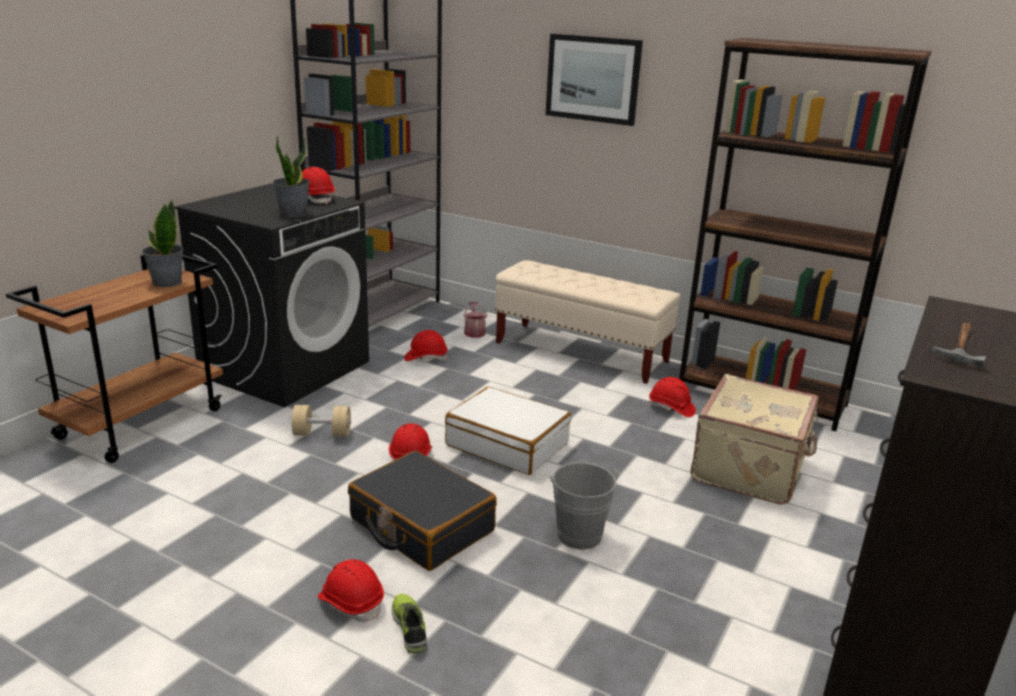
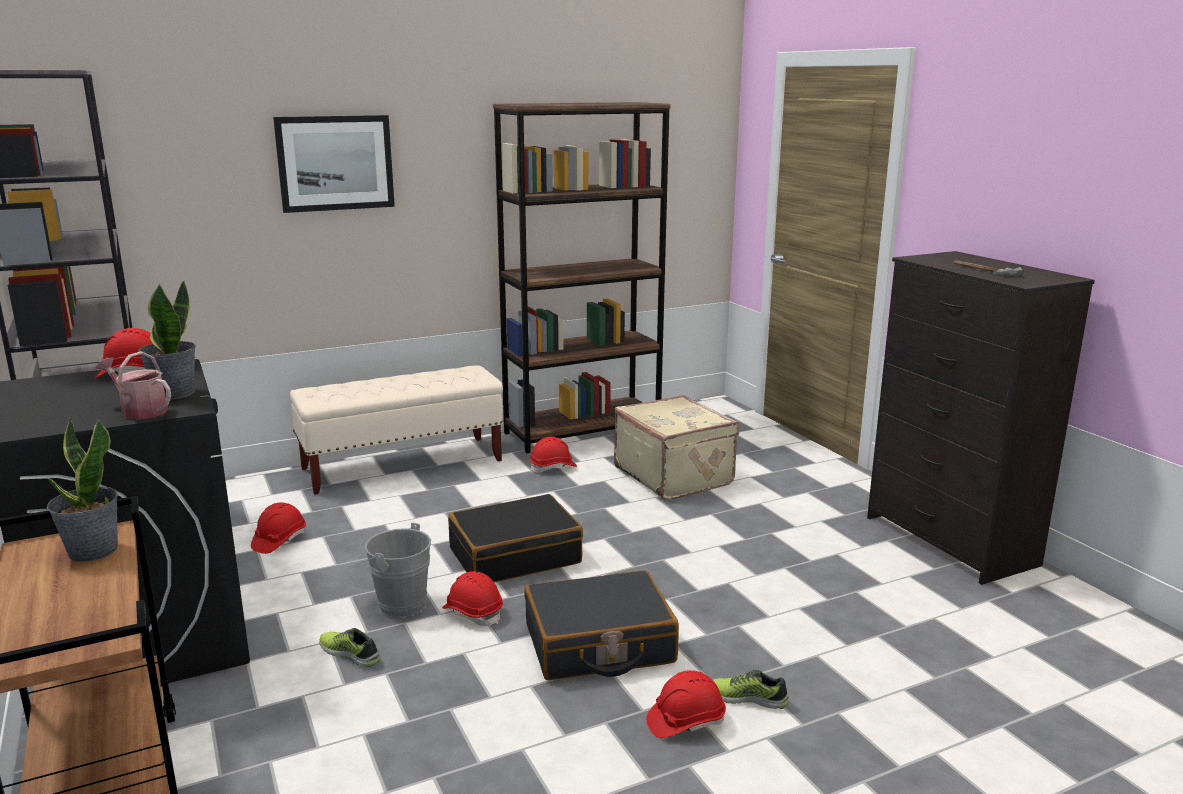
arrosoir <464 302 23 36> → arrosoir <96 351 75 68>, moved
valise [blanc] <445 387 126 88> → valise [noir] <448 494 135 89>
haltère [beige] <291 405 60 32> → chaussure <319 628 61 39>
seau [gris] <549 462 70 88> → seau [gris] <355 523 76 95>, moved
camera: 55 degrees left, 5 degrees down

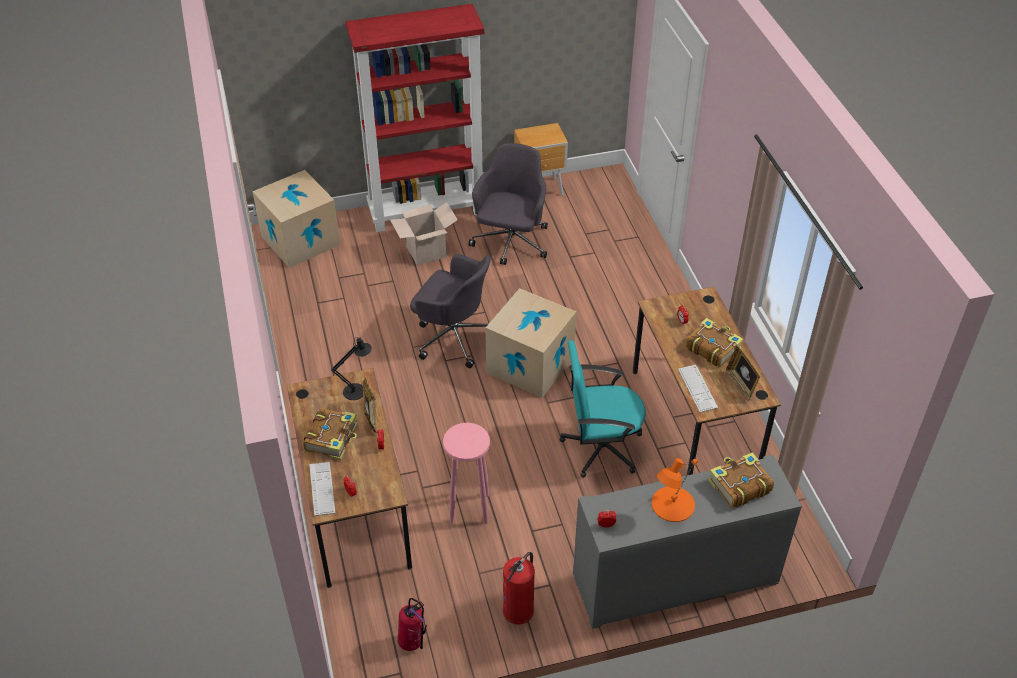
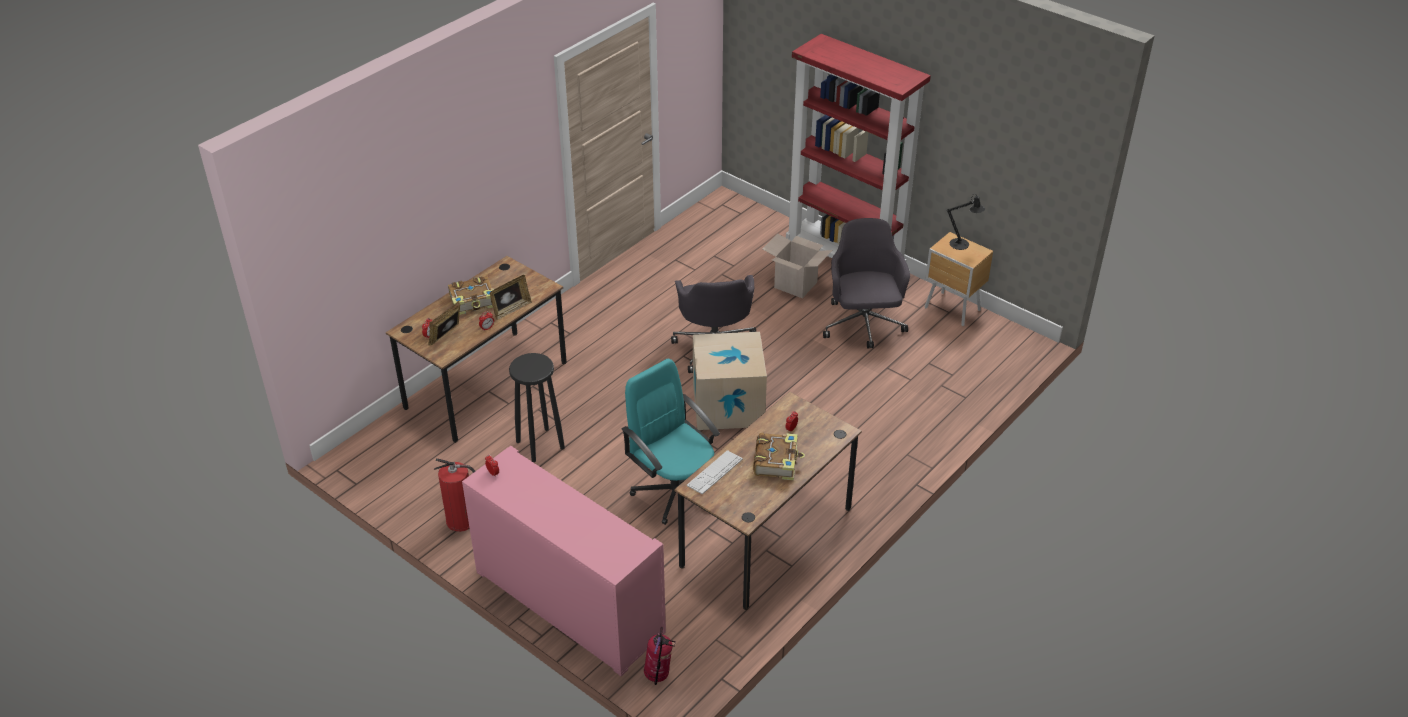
chaise de bureau [gris] <468 143 80 122> → chaise de bureau [gris] <823 218 87 130>, 75 degrees counterclockwise
carton <252 170 88 98> → -
lampe de table [noir] <331 337 41 63> → lampe de table [noir] <947 193 38 57>, moved
cadre photo <726 346 34 56> → cadre photo <428 300 32 45>, moved
tabouret [rose] <443 423 47 101> → tabouret [noir] <509 353 56 109>
livre <708 452 66 56> → -
meuble de rangement [gris] <573 454 229 175> → meuble de rangement [rose] <462 446 204 230>
lampe de table [orange] <652 458 46 64> → -
clavier <309 462 27 54> → -
extincteur <398 598 29 53> → extincteur <644 626 32 59>, moved
camera: 55 degrees right, 5 degrees down

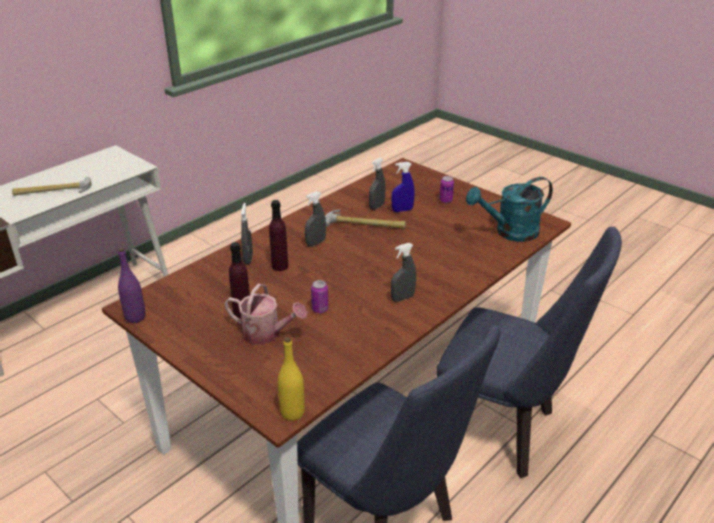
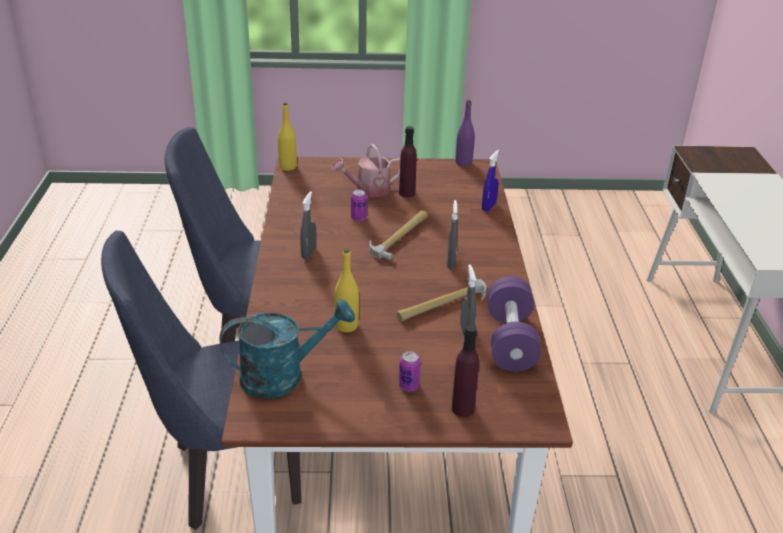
vaporisateur [bleu] <391 162 24 50> → vaporisateur [bleu] <482 150 17 62>, moved
marteau <12 177 80 19> → marteau <369 211 59 49>, moved
arrosoir [turquoise] <466 177 87 65> → arrosoir [turquoise] <219 299 136 100>, 45 degrees clockwise
bouteille [violet] <269 200 19 71> → bouteille [violet] <452 325 27 92>, moved
vaporisateur [gris] <241 203 12 61> → -
- → bouteille [jaune] <335 248 24 84>
- → haltère [violet] <487 276 54 96>
camera: 135 degrees right, 0 degrees up

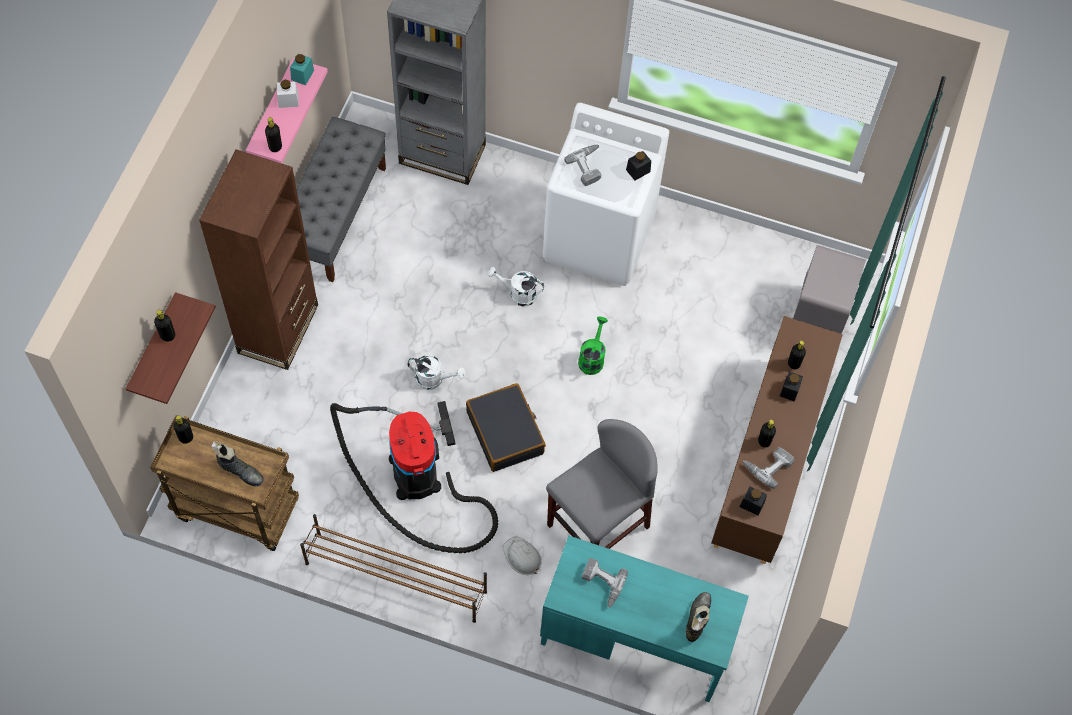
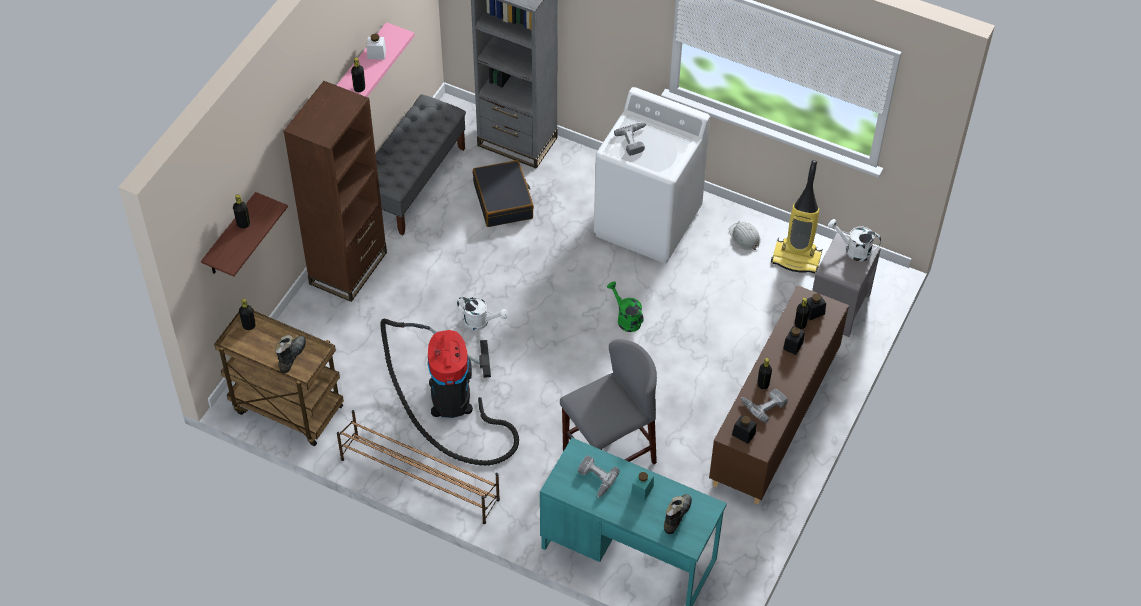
bocal [turquoise] <290 54 24 31> → bocal [turquoise] <631 470 23 31>, moved
bocal [noir] <626 151 25 29> → bocal [noir] <807 294 19 26>, moved
arrosoir [blanc] <488 267 56 39> → arrosoir [blanc] <828 219 53 42>, moved
arrosoir [vert] <578 316 30 59> → arrosoir [vert] <607 281 37 51>, 60 degrees counterclockwise
valise [noir] <466 383 80 89> → valise [noir] <473 160 61 67>, moved
botte [noir] <211 441 53 45> → botte [noir] <275 335 31 38>, 105 degrees counterclockwise
casque de chantier [blanc] <502 536 40 39> → casque de chantier [blanc] <729 222 32 28>, moved
- → aspirateur <771 160 52 113>
camera: 10 degrees right, 10 degrees down

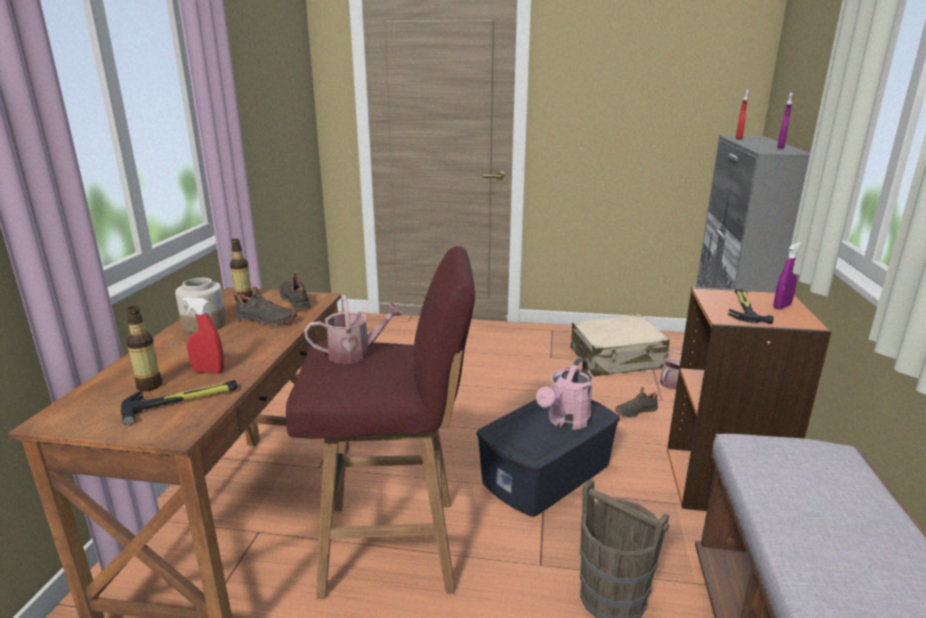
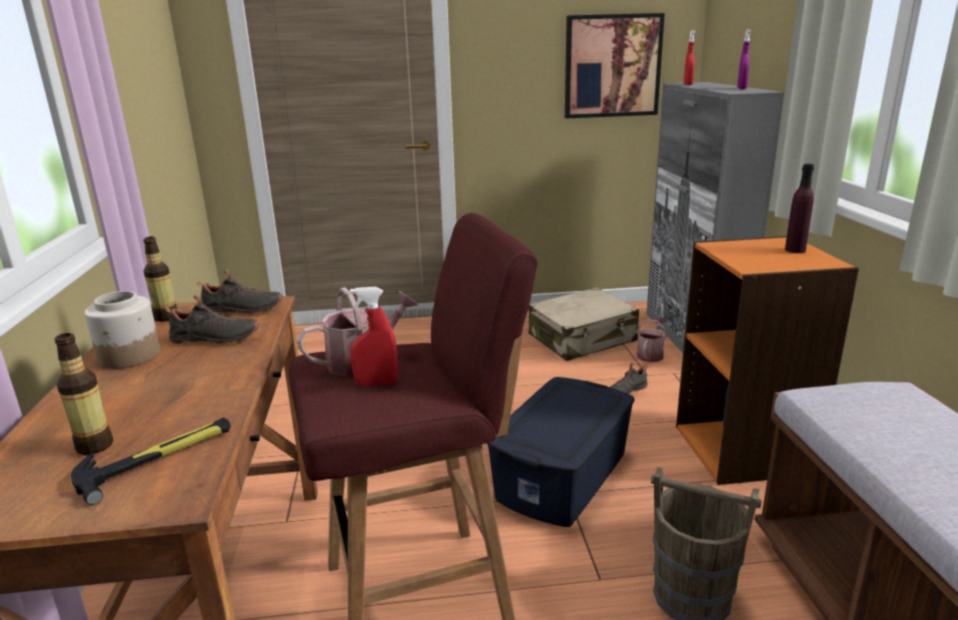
vaporisateur [violet] <773 242 29 67> → bouteille [violet] <785 164 29 89>
chaussure [noir] <280 271 31 40> → chaussure [noir] <197 269 86 46>, 135 degrees clockwise
marteau <728 289 46 35> → -
vaporisateur [rouge] <182 297 42 77> → vaporisateur [rouge] <350 287 48 99>, moved
arrosoir [rose] <536 357 57 73> → -
- → tableau <565 13 100 105>
camera: 15 degrees left, 0 degrees up

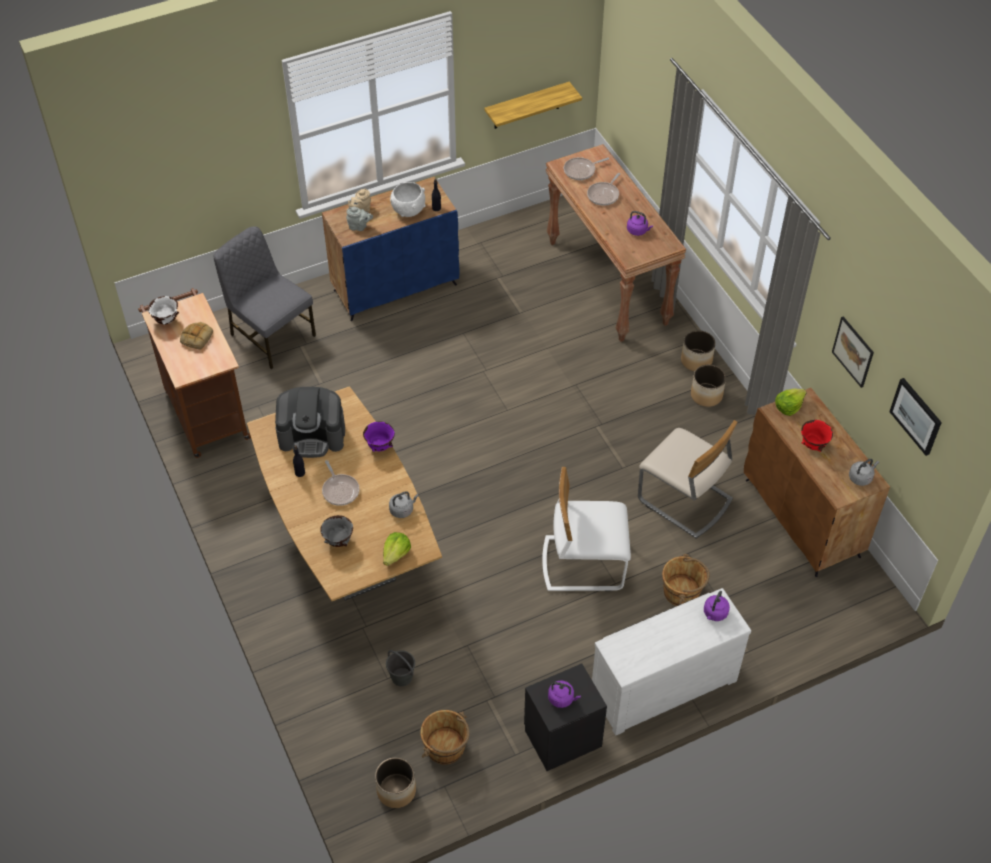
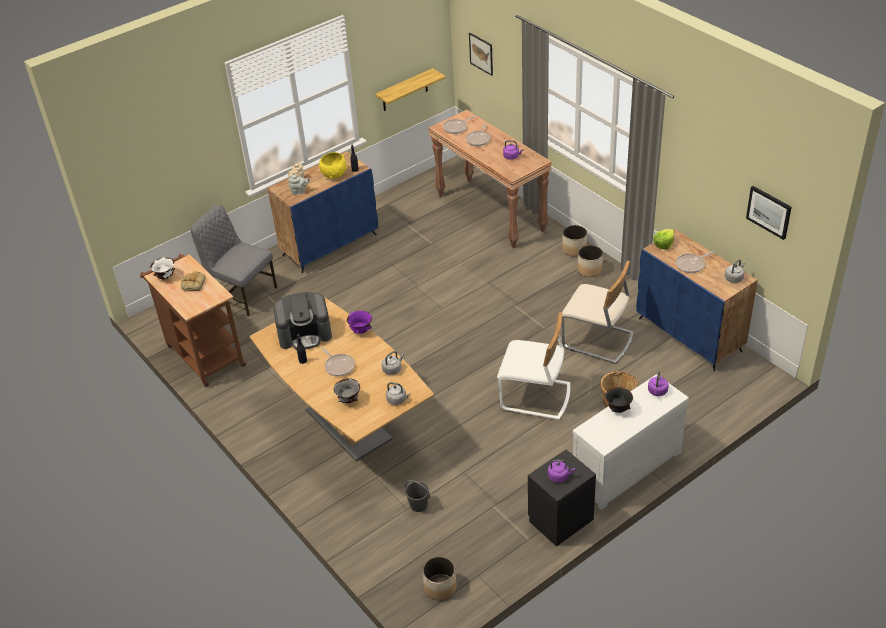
bol [blanc] <390 182 36 35> → bol [jaune] <319 152 28 27>
tableau <832 316 42 72> → tableau <469 33 24 43>, moved
meuble de rangement [marron] <744 388 146 189> → meuble de rangement [bleu] <636 230 121 141>
bol [rouge] <801 420 32 32> → poêle <676 251 38 22>
chaise [blanc] <542 467 89 124> → chaise [blanc] <497 312 73 108>, 150 degrees counterclockwise
laitue <383 532 28 34> → bouilloire [gris] <386 382 24 23>
seau [marron] <420 710 49 55> → -
- → bol [noir] <606 387 27 26>
camera: 10 degrees left, 10 degrees down

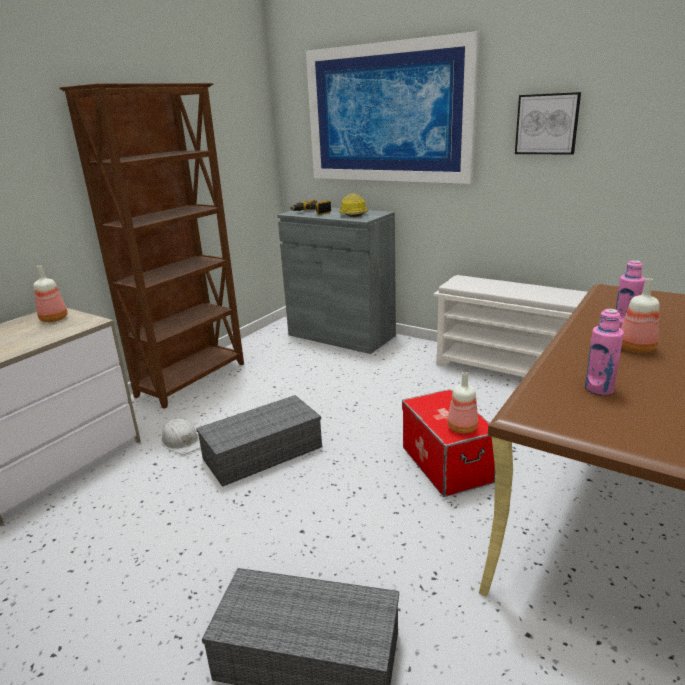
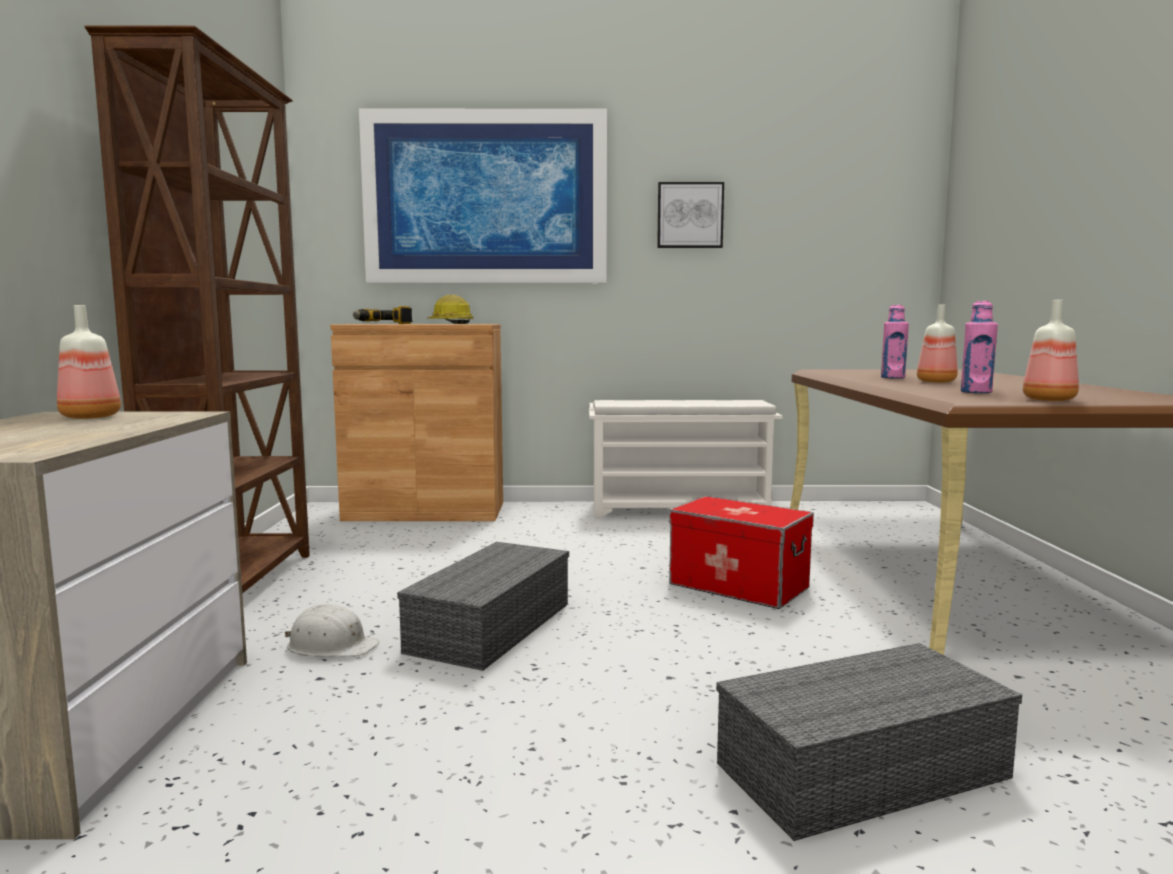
meuble de rangement [gris] <277 207 119 147> → meuble de rangement [marron] <330 324 173 197>
bouteille <447 372 31 61> → bouteille <1023 300 56 101>, moved
camera: 35 degrees left, 15 degrees down

